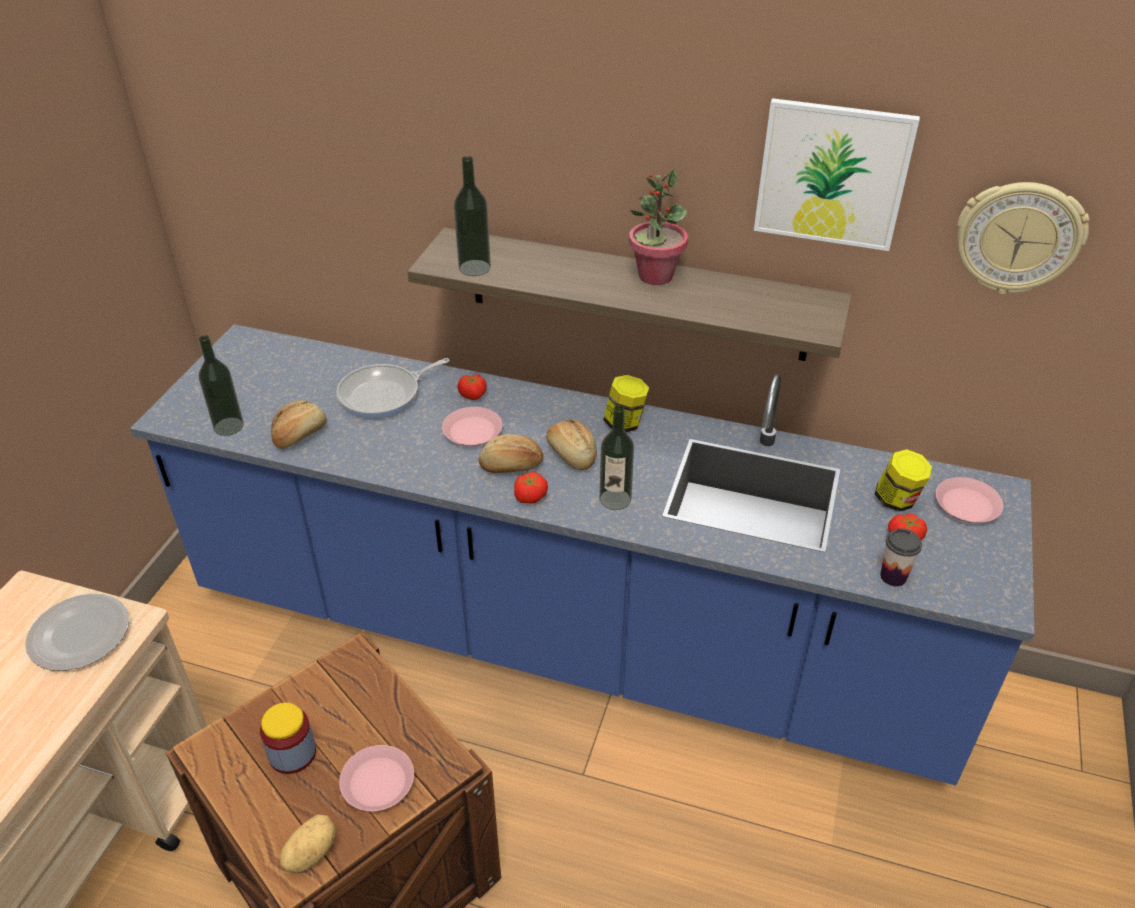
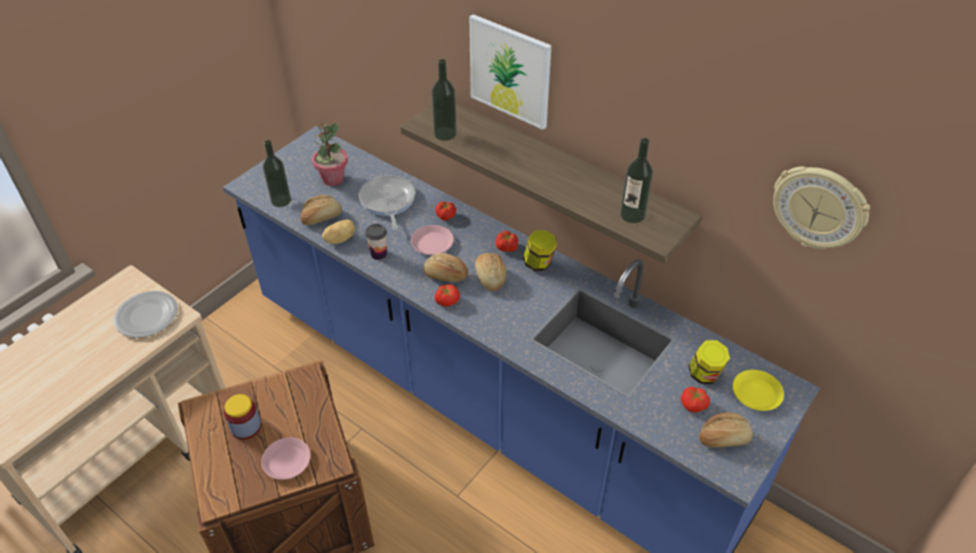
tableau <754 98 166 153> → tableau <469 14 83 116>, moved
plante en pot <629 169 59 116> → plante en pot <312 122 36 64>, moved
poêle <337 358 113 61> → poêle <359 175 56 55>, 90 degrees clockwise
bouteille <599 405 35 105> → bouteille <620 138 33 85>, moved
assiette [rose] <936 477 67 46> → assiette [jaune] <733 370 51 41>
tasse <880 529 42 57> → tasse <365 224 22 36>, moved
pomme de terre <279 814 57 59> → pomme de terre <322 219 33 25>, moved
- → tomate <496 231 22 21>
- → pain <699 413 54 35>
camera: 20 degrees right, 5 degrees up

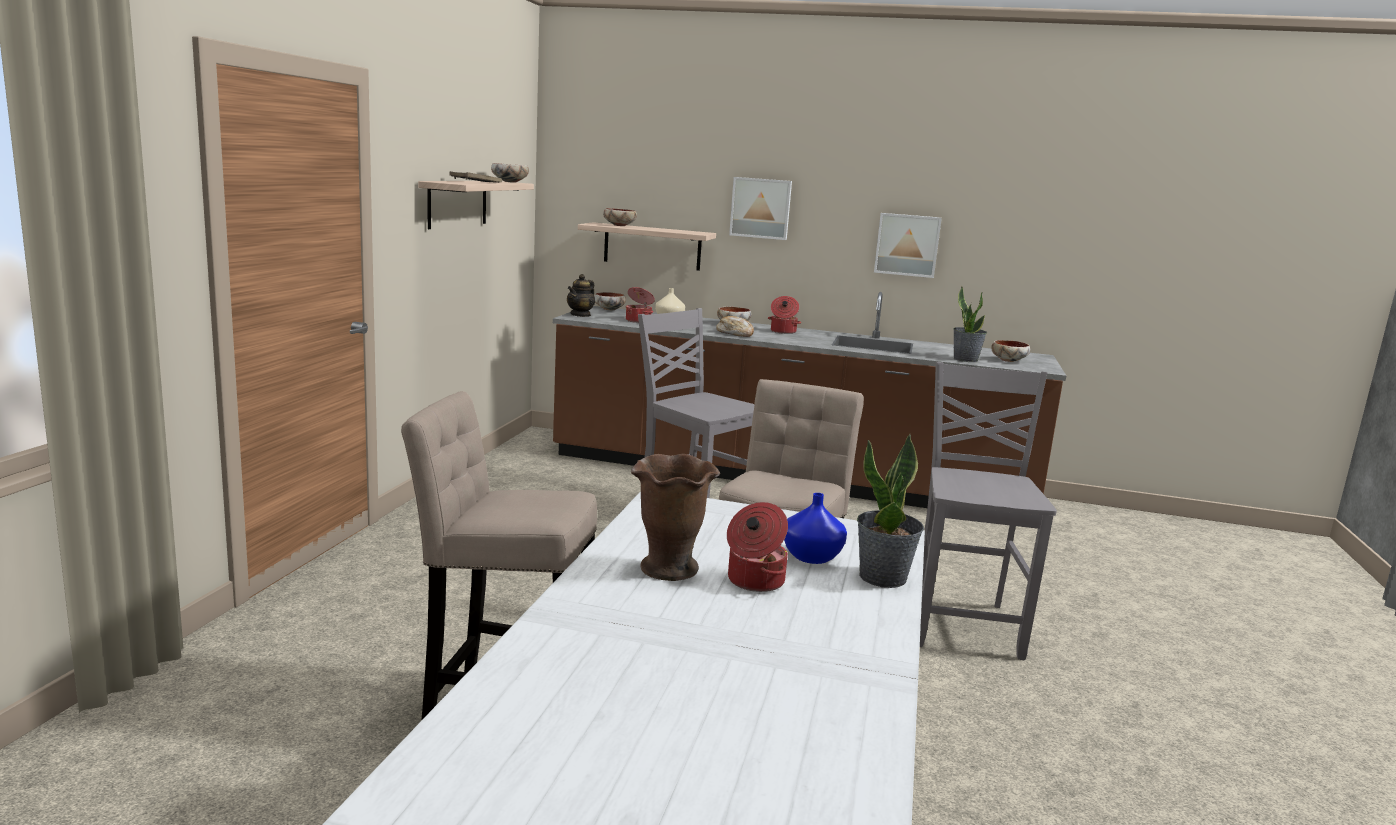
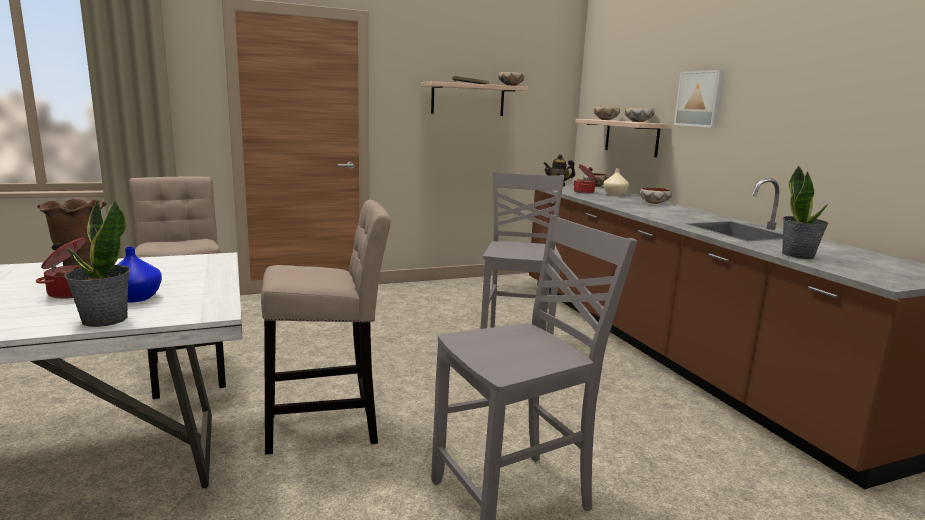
tableau <874 213 68 65> → -
marmite <768 296 33 38> → -
pain <716 316 38 21> → -
bol <991 340 39 22> → bol <625 108 30 14>, moved
camera: 55 degrees right, 0 degrees up

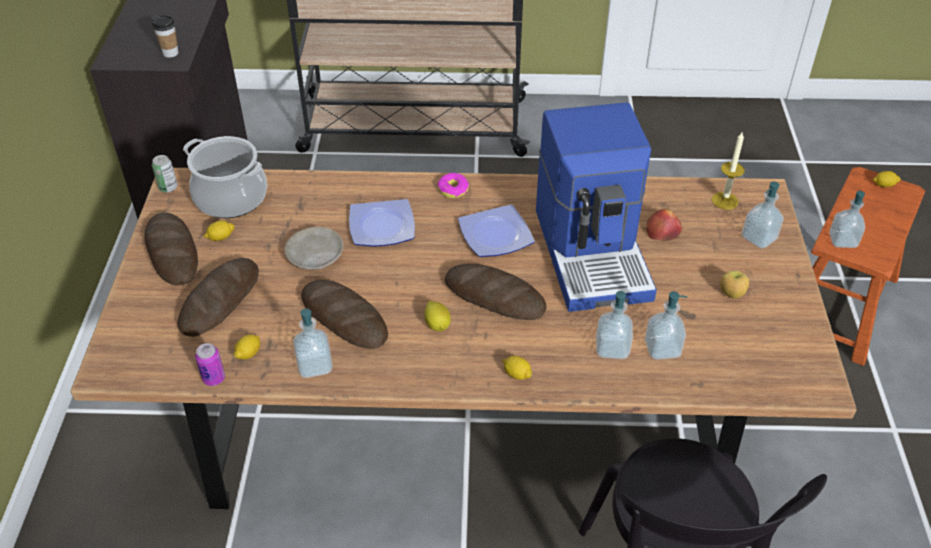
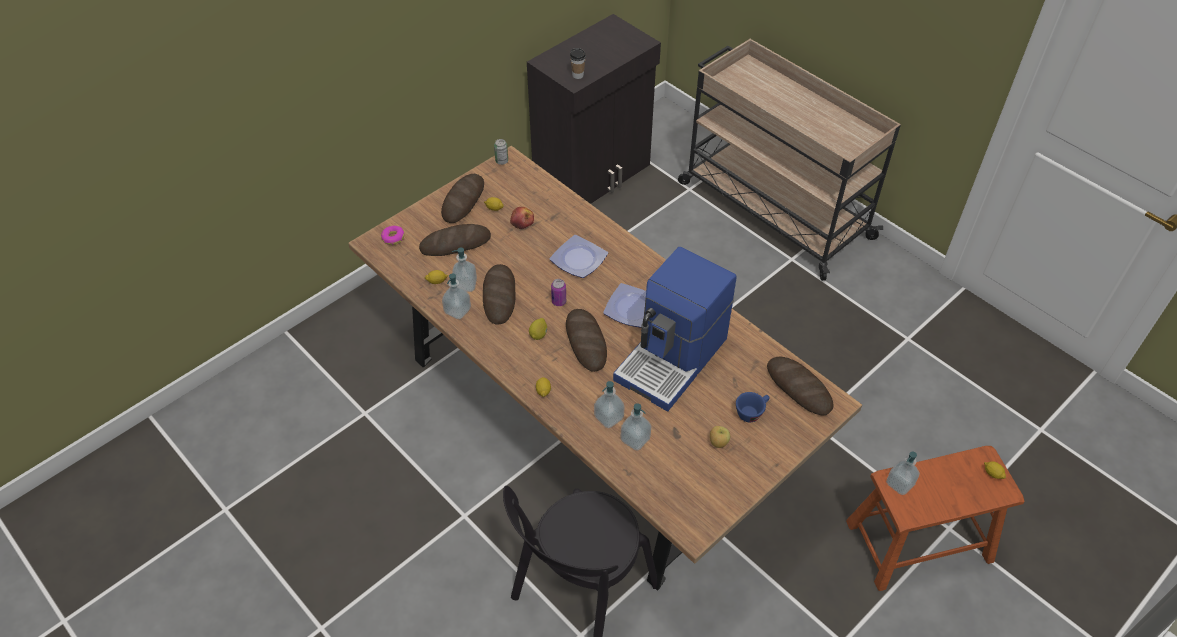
bougie <712 131 33 79> → pain <767 357 66 59>
marmite <183 136 84 82> → -
beignet <437 173 32 25> → beignet <381 226 23 19>, moved
distributeur de savon <742 182 42 67> → distributeur de savon <452 248 25 44>, moved
pomme <647 209 35 32> → pomme <510 207 24 22>, moved
assiette [beige] <284 227 59 43> → -
boîte métallique <195 343 30 43> → boîte métallique <551 279 15 27>, moved
- → tasse [bleu] <736 392 34 30>
camera: 45 degrees right, 5 degrees up

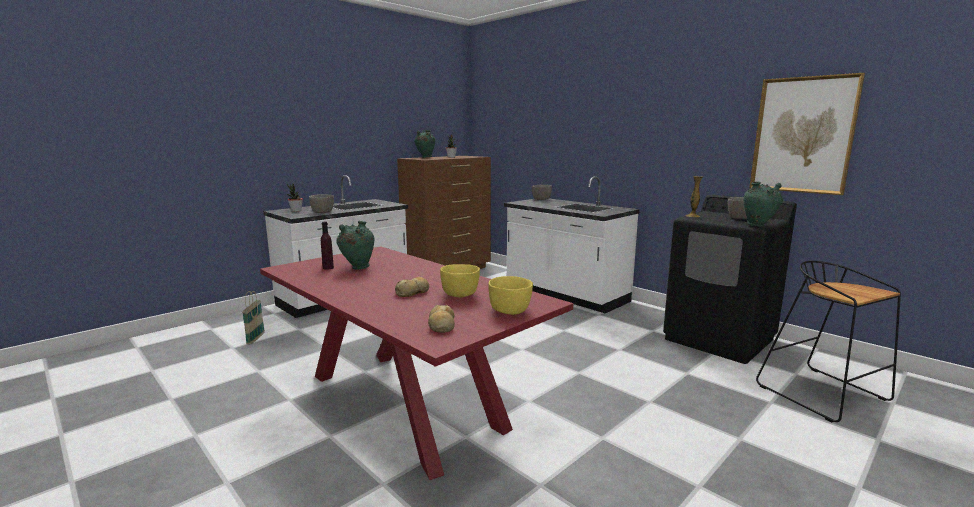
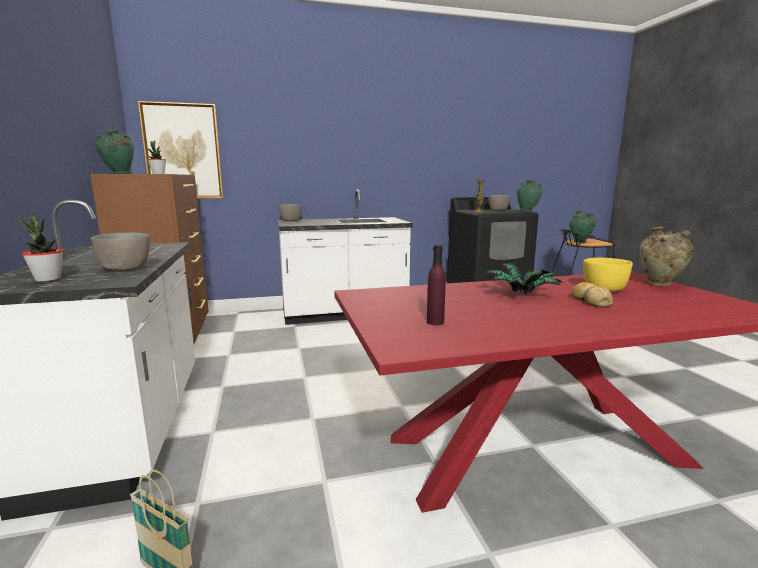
tableau <749 73 116 122> → tableau <138 101 85 97>, moved
vase [vert] <336 221 39 49> → vase [vert] <569 211 27 32>, moved
bol [jaune] <488 276 45 39> → vase [beige] <639 227 55 59>
pain <428 304 27 29> → -
- → plante en pot <485 262 79 33>
camera: 60 degrees left, 0 degrees up

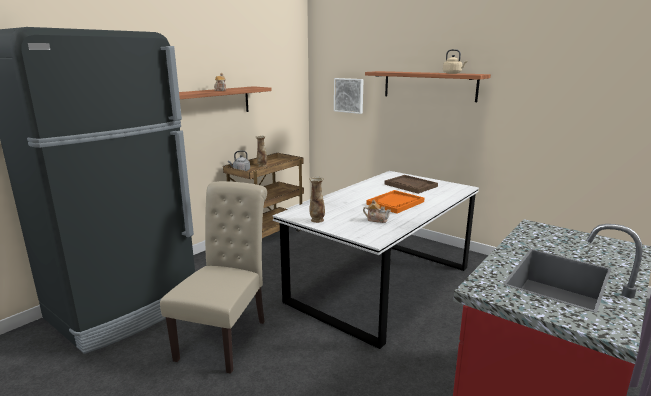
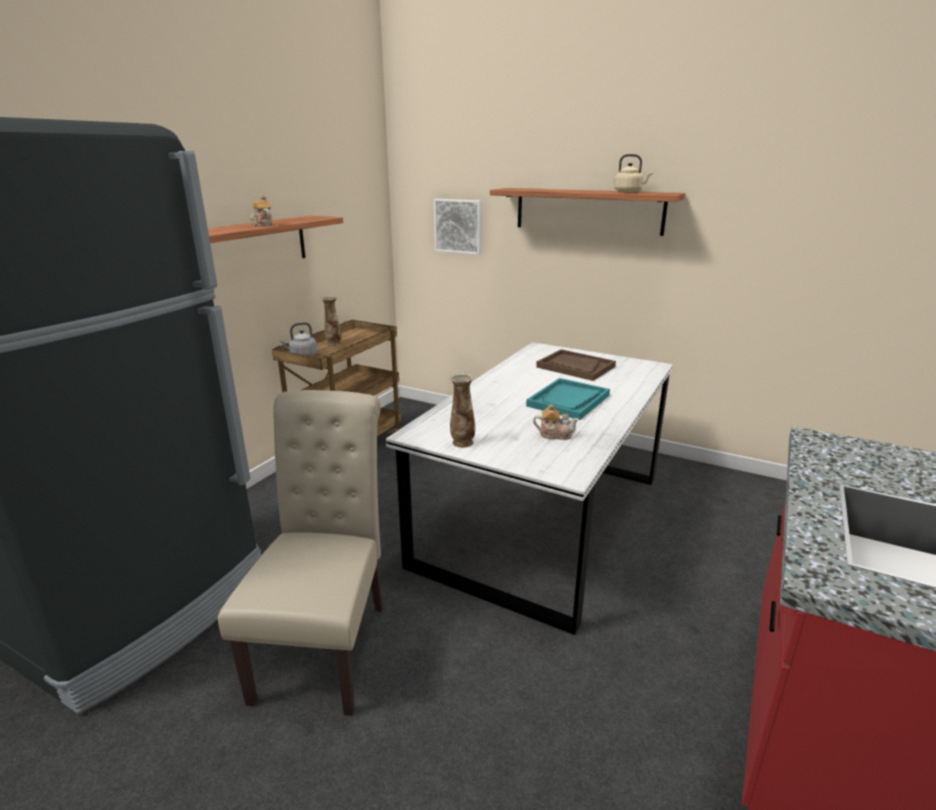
plateau [orange] <366 190 58 23> → plateau [turquoise] <526 378 84 42>
camera: 10 degrees left, 5 degrees up

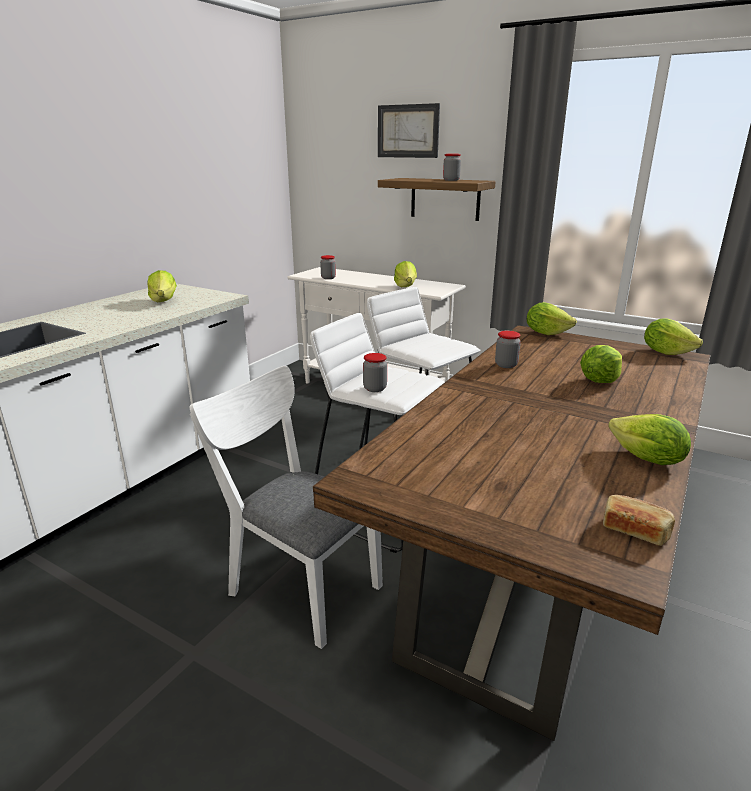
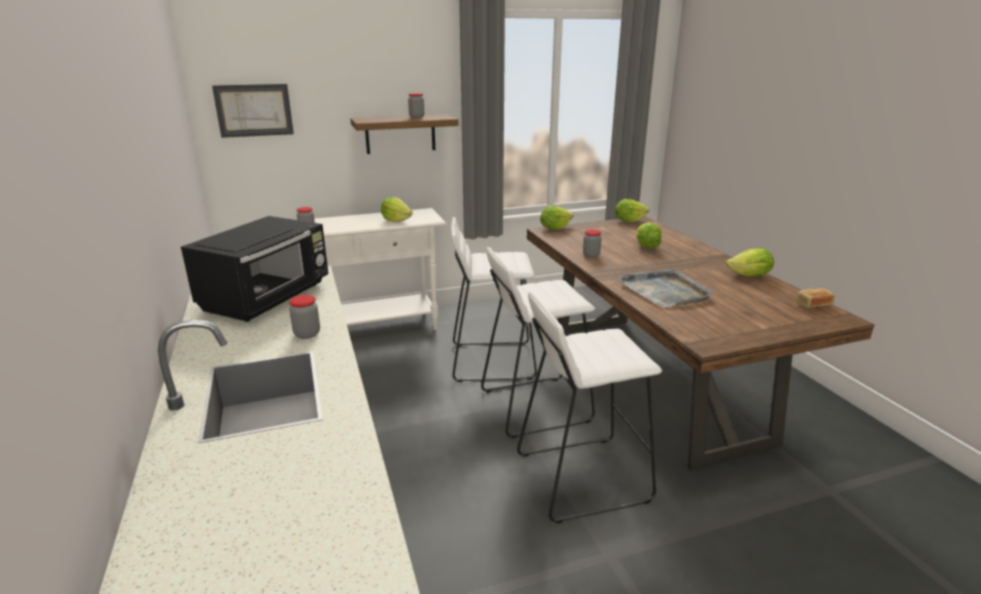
tableau <378 103 62 55> → tableau <212 84 82 54>, moved
laitue <147 270 30 32> → micro-ondes [noir] <181 216 147 106>
bocal <363 353 24 39> → bocal <289 295 31 44>, moved
chaise [blanc] <190 366 193 283> → tabouret [blanc] <517 291 145 233>
- → plateau [gris] <618 269 95 38>
camera: 50 degrees left, 0 degrees up

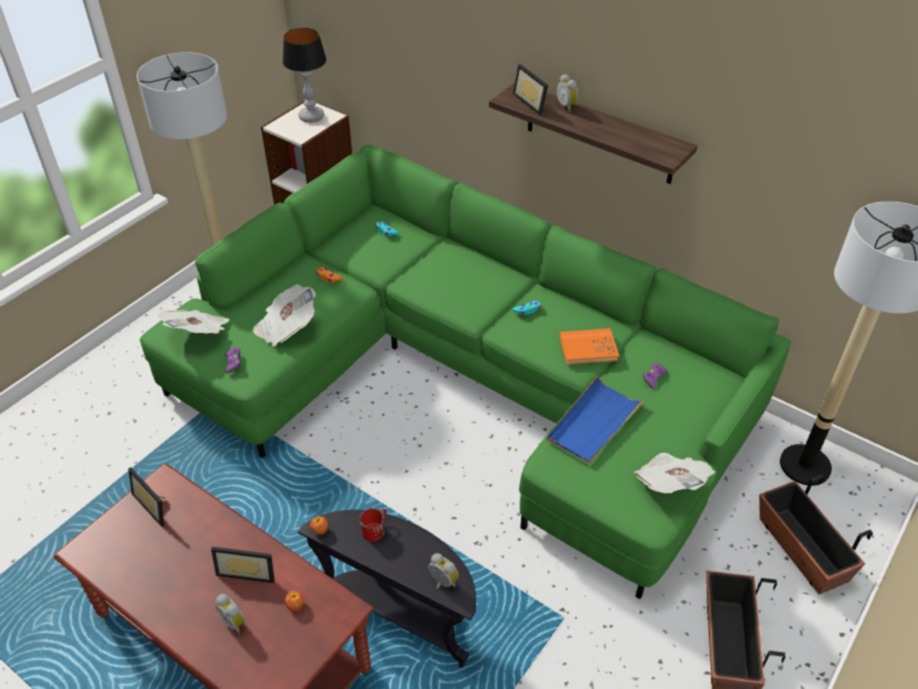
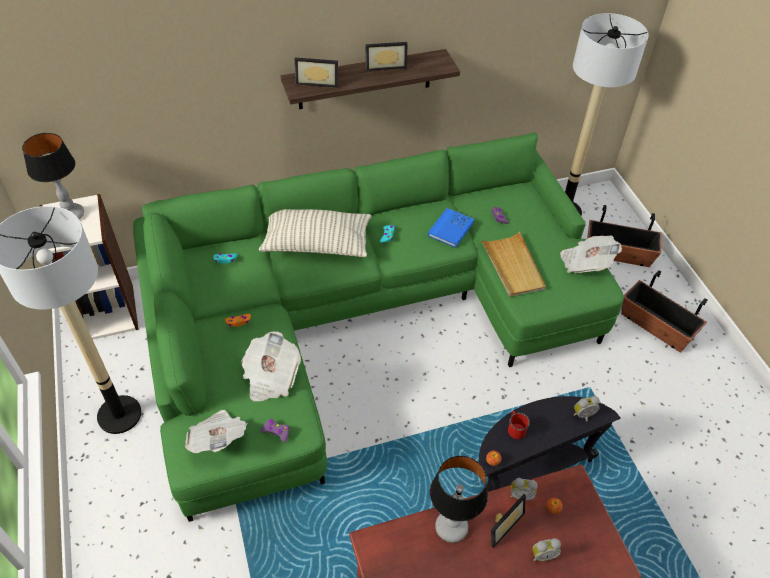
réveil <556 74 22 38> → réveil <510 478 28 23>, moved
livre [orange] <559 328 60 37> → livre [bleu] <428 208 46 40>
plateau [bleu] <546 375 99 90> → plateau [beige] <481 231 65 66>
cadre photo <128 467 39 60> → cadre photo <365 42 42 29>, moved
- → coussin <259 209 113 48>
- → lampe de table <430 456 58 87>
camera: 55 degrees left, 5 degrees up

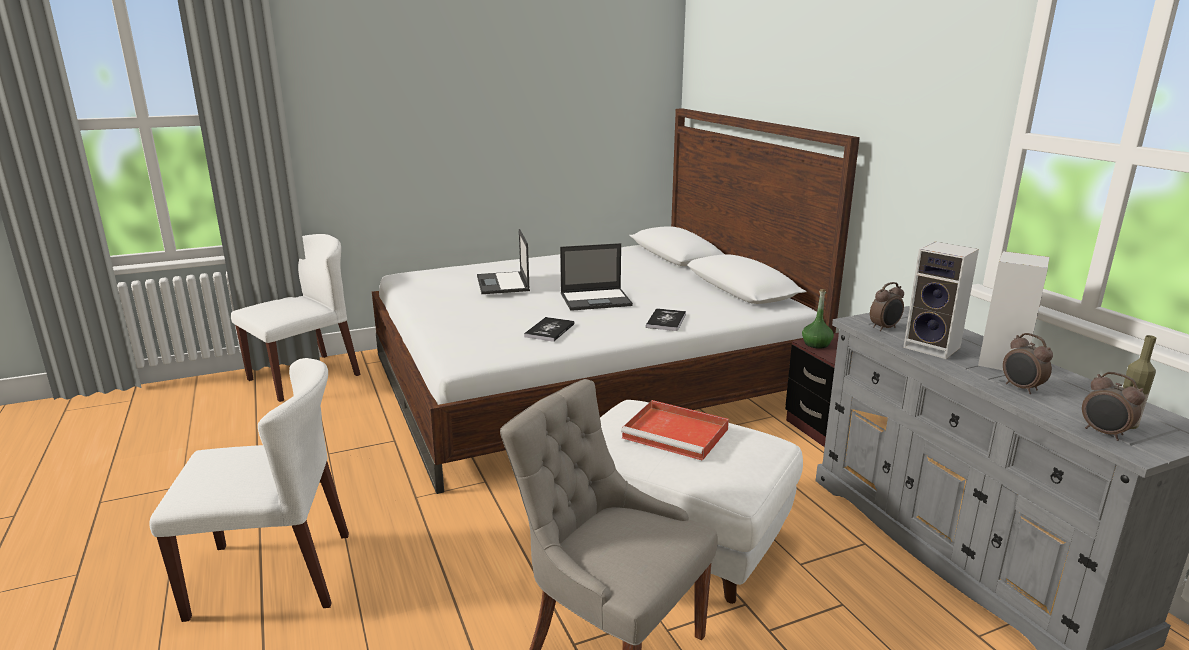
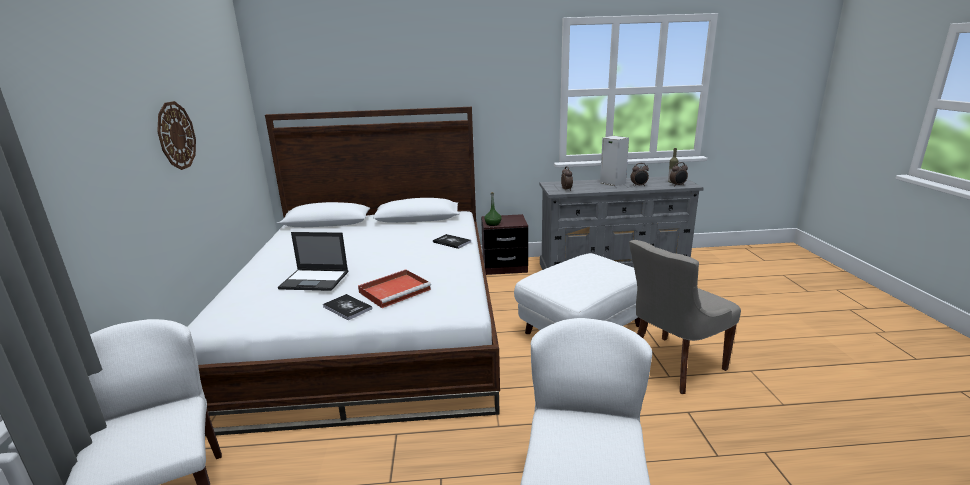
enceinte <903 241 76 118> → -
ordinateur portable <560 243 73 68> → -
livre <524 317 51 25> → livre <323 294 49 26>, moved
plateau [rouge] <621 400 108 61> → plateau [rouge] <358 269 73 39>, moved
- → horloge murale <157 101 39 69>
camera: 70 degrees left, 0 degrees up

